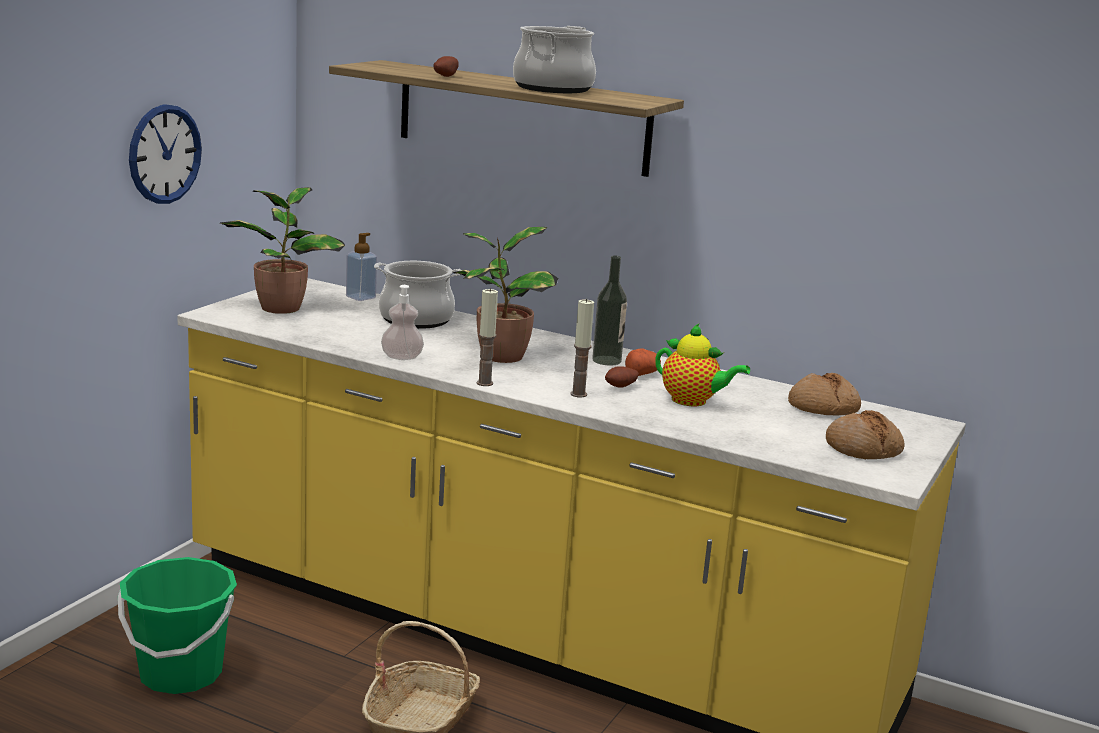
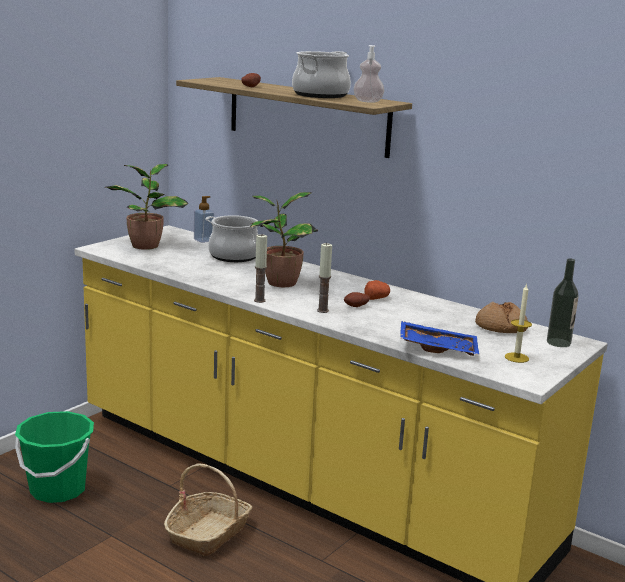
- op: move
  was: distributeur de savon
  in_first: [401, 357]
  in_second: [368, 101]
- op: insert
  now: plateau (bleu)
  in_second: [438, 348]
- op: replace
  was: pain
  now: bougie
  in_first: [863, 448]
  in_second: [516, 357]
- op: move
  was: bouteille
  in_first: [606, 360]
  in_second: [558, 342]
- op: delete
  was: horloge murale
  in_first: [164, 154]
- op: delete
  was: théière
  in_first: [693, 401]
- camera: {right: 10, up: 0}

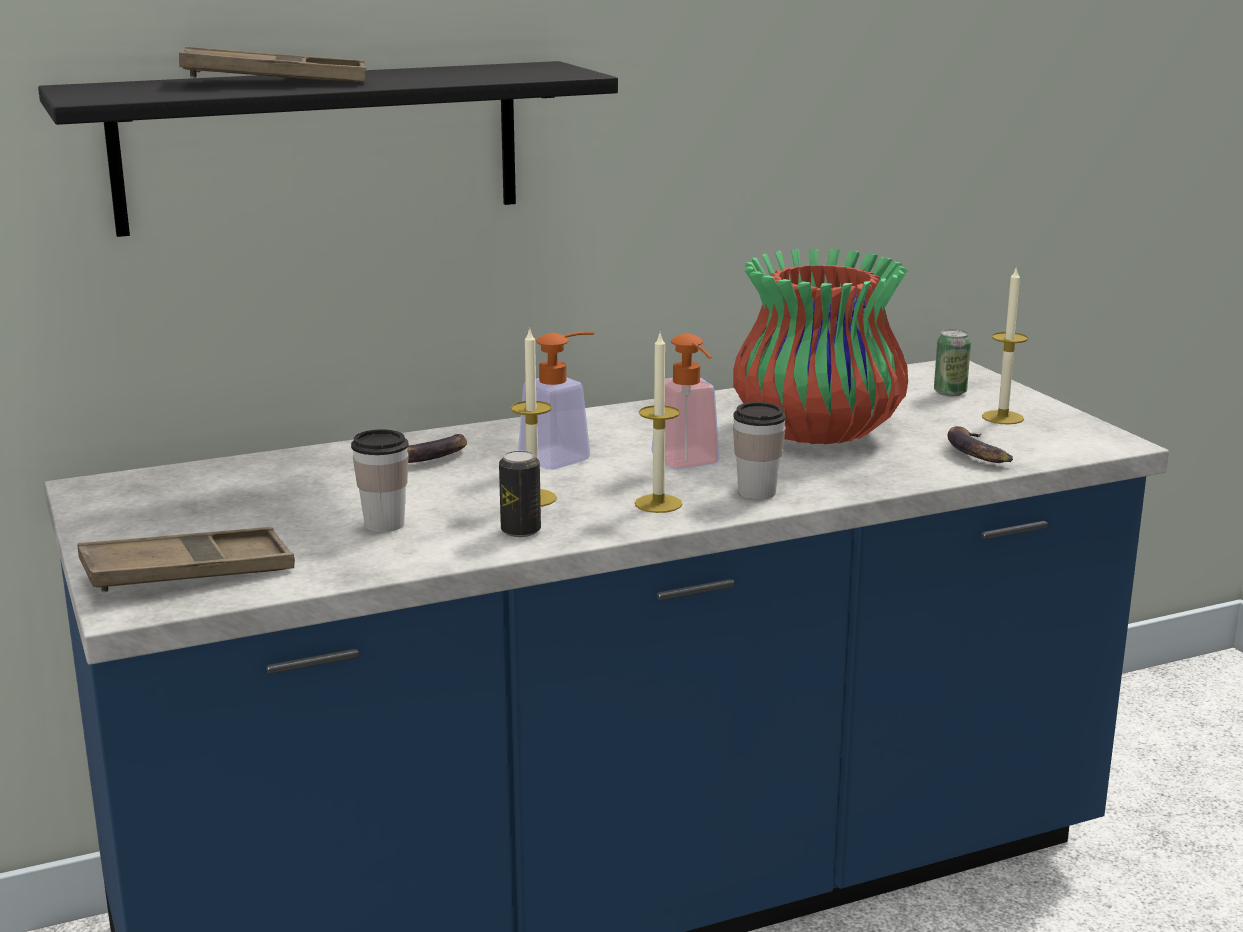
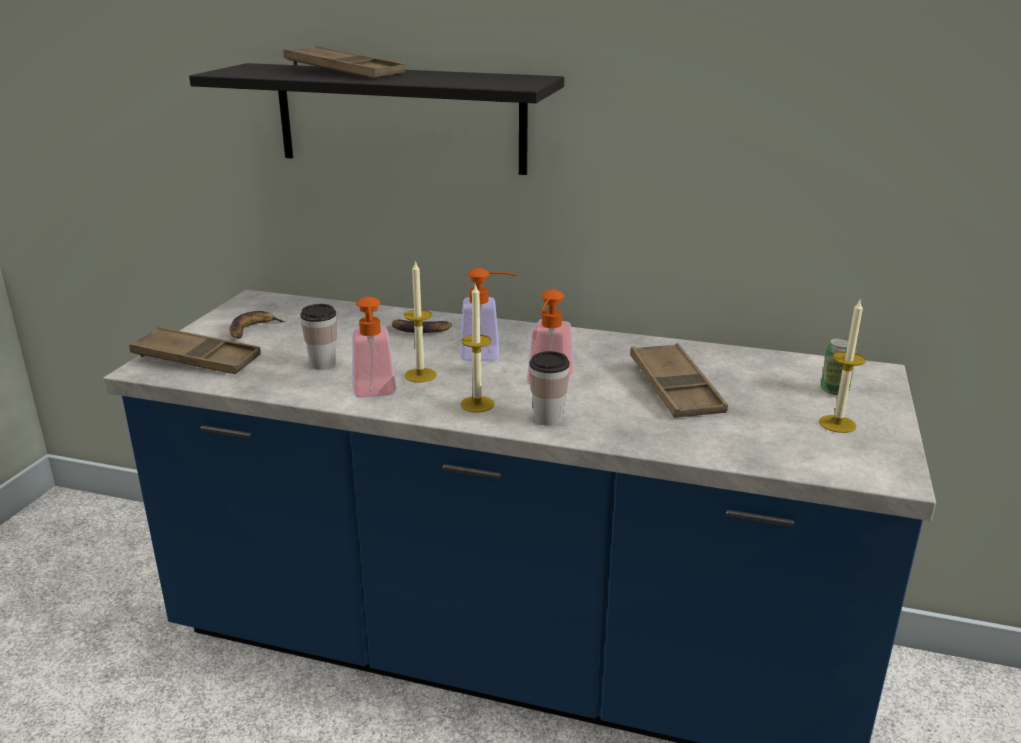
- op: move
  was: banane
  in_first: [977, 452]
  in_second: [253, 329]
- op: replace
  was: boîte métallique
  now: distributeur de savon
  in_first: [521, 530]
  in_second: [374, 393]
- op: replace
  was: vase
  now: plateau (marron)
  in_first: [818, 431]
  in_second: [675, 389]
- camera: {right: 40, up: 5}

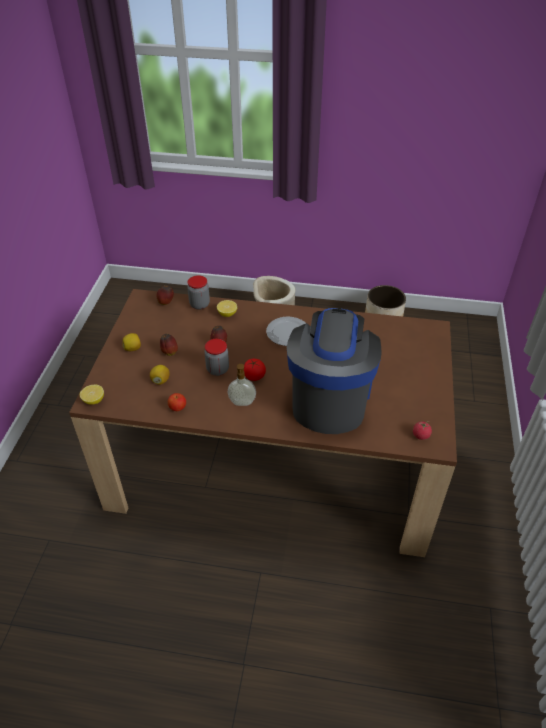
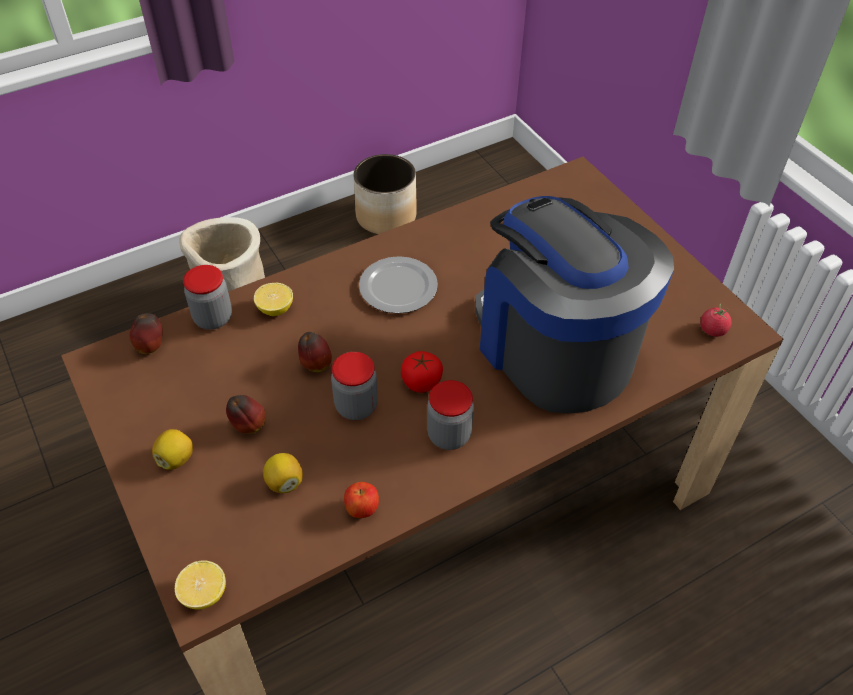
- op: replace
  was: distributeur de savon
  now: bocal
  in_first: [242, 403]
  in_second: [449, 435]
- camera: {right: -40, up: 5}

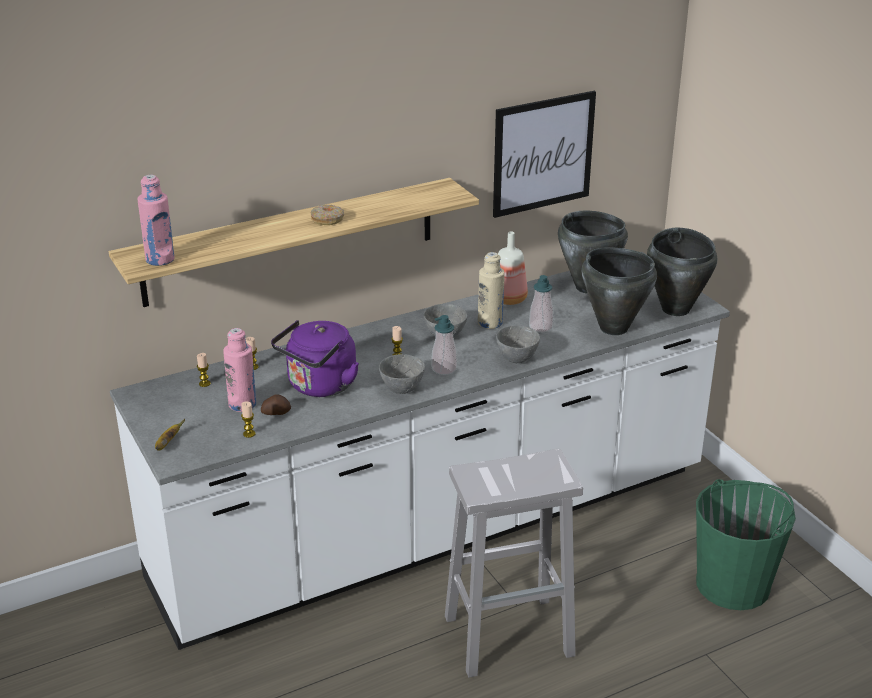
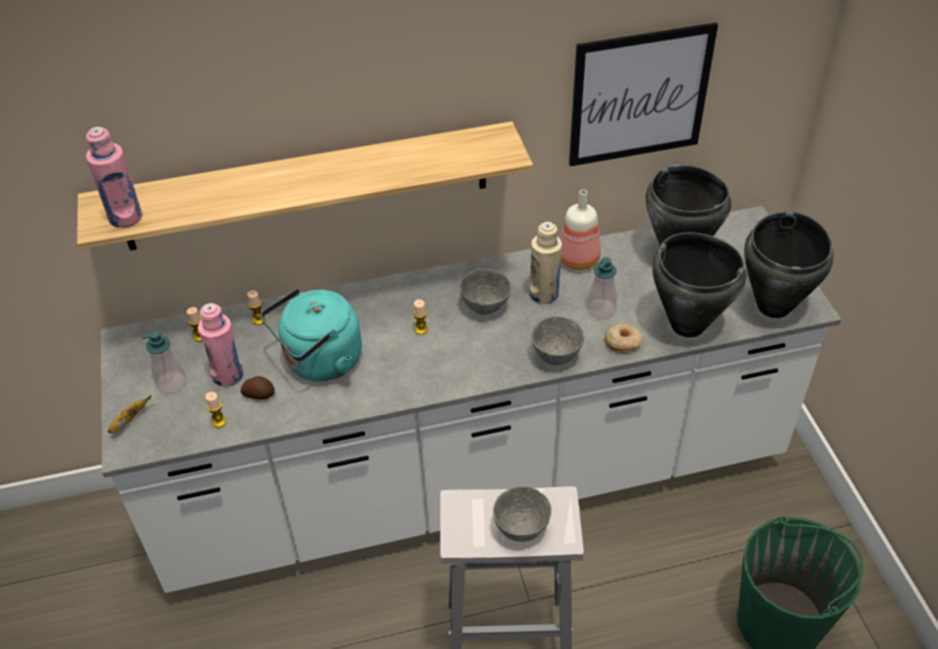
- op: move
  was: distributeur de savon
  in_first: [444, 369]
  in_second: [171, 383]
- op: recolor
  was: bouilloire (violet)
  now: bouilloire (turquoise)
  in_first: [319, 386]
  in_second: [319, 362]
- op: move
  was: bol (gris)
  in_first: [401, 389]
  in_second: [520, 528]
- op: move
  was: beignet
  in_first: [327, 220]
  in_second: [623, 342]
- camera: {right: 15, up: 15}

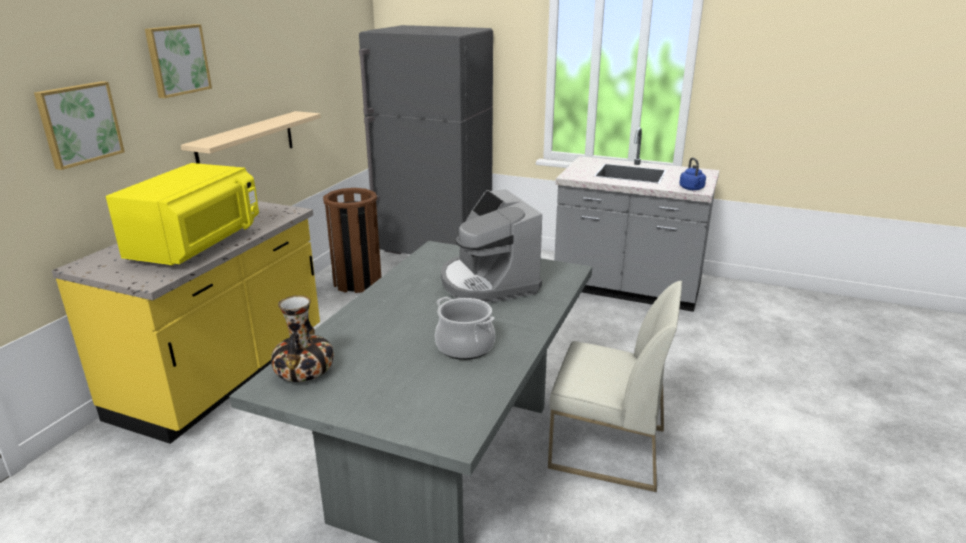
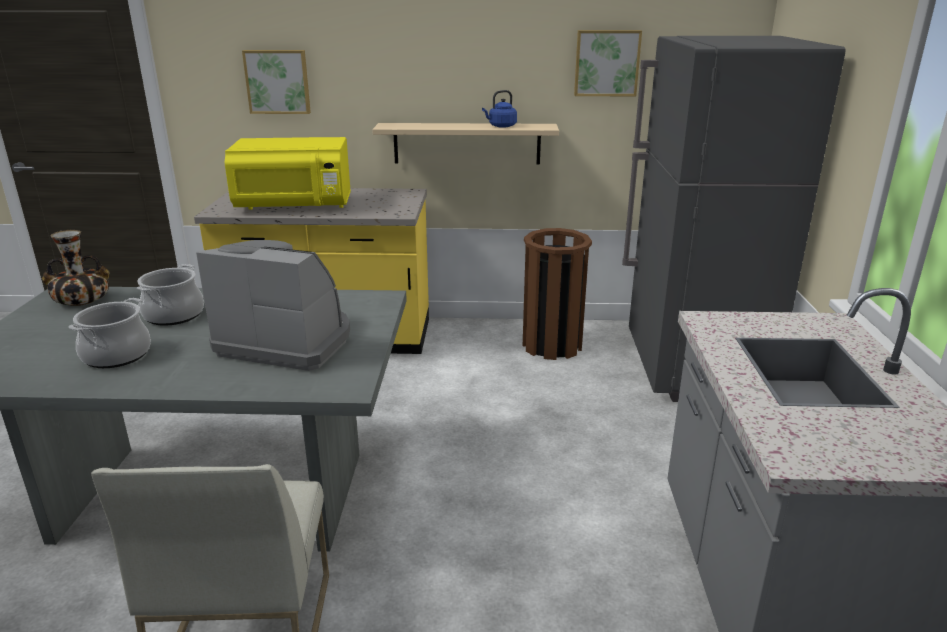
- op: insert
  now: marmite
  in_second: [174, 315]
- op: rotate
  was: machine à café
  in_first: [488, 282]
  in_second: [287, 341]
  clockwise: 60
- op: move
  was: bouilloire (bleu)
  in_first: [692, 189]
  in_second: [501, 126]
- op: move
  was: tableau
  in_first: [177, 60]
  in_second: [606, 63]
- camera: {right: 70, up: 0}

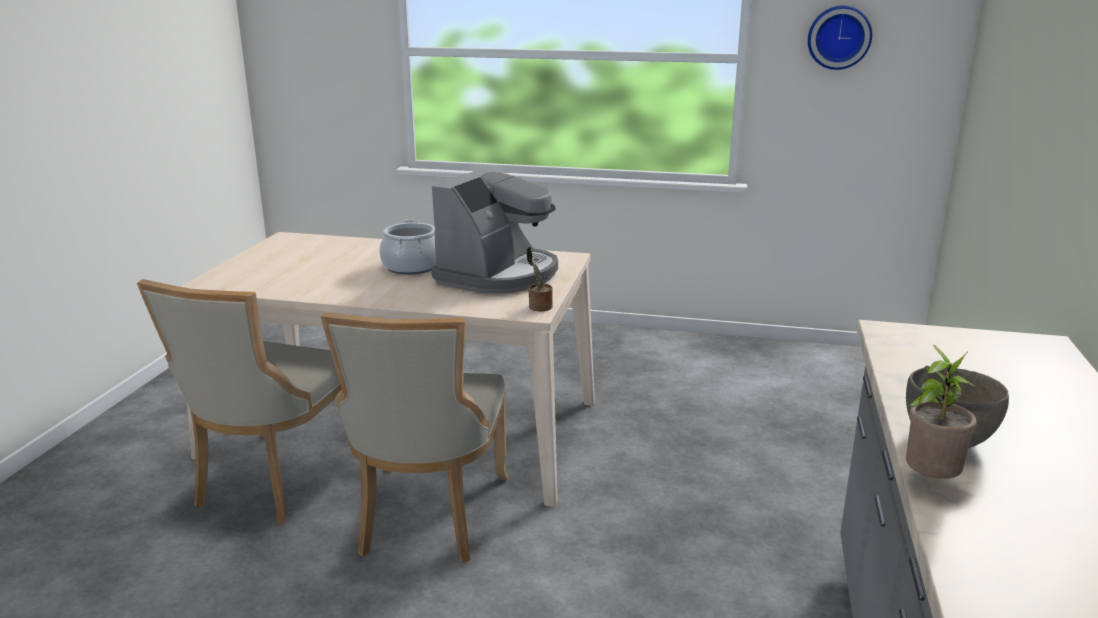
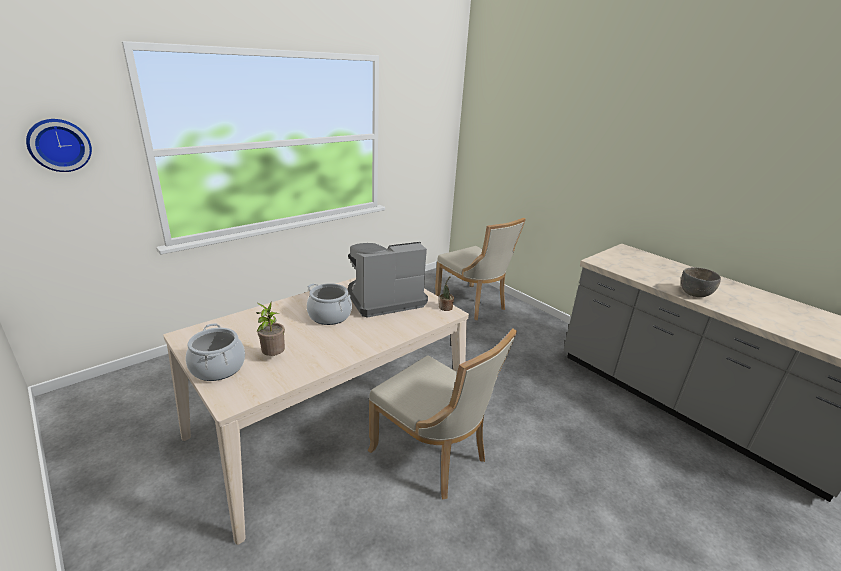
- op: move
  was: horloge murale
  in_first: [839, 37]
  in_second: [59, 145]
- op: insert
  now: marmite
  in_second: [218, 367]
- op: move
  was: plante en pot
  in_first: [928, 482]
  in_second: [273, 356]
- op: rotate
  was: machine à café
  in_first: [499, 275]
  in_second: [384, 299]
  clockwise: -90
- op: move
  was: chaise (beige)
  in_first: [274, 480]
  in_second: [473, 304]
- camera: {right: -55, up: 5}

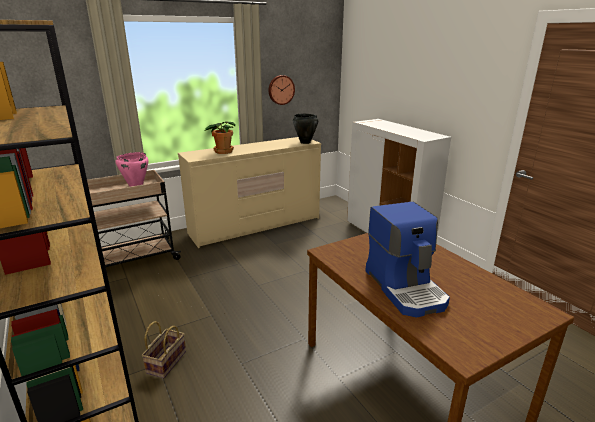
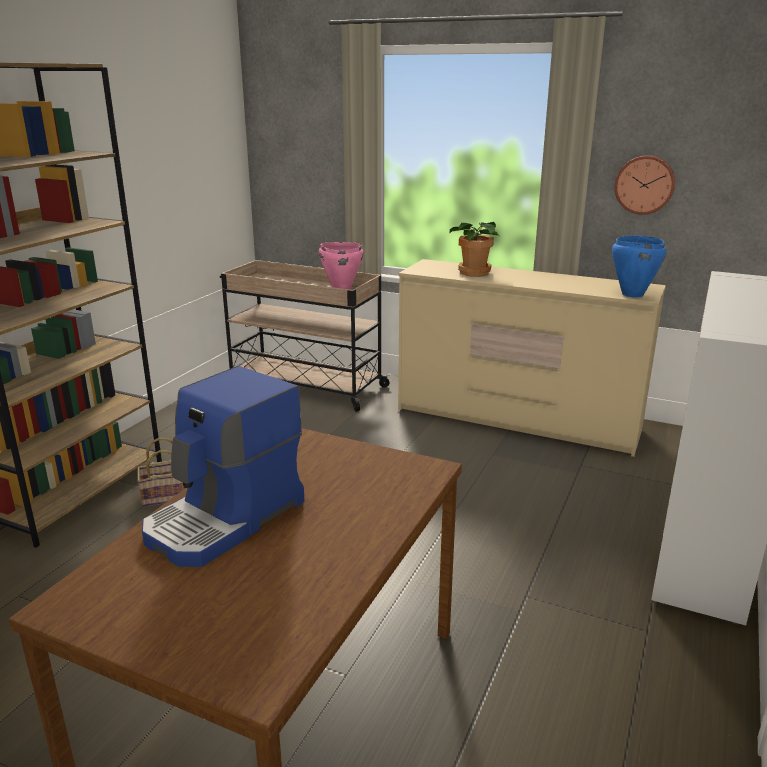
- op: recolor
  was: marmite (noir)
  now: marmite (bleu)
  in_first: [305, 142]
  in_second: [632, 294]
- camera: {right: 55, up: 0}

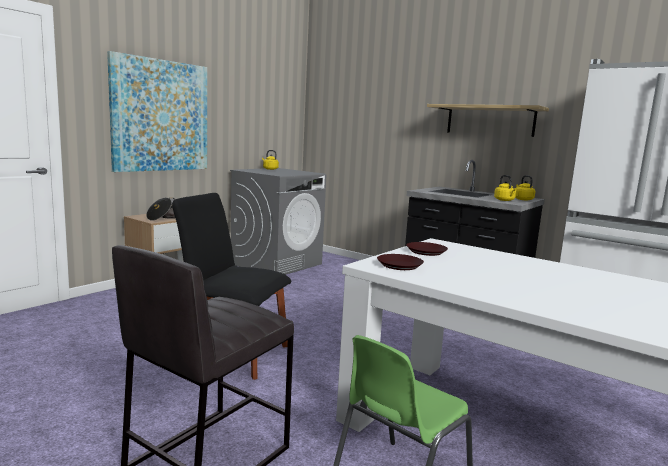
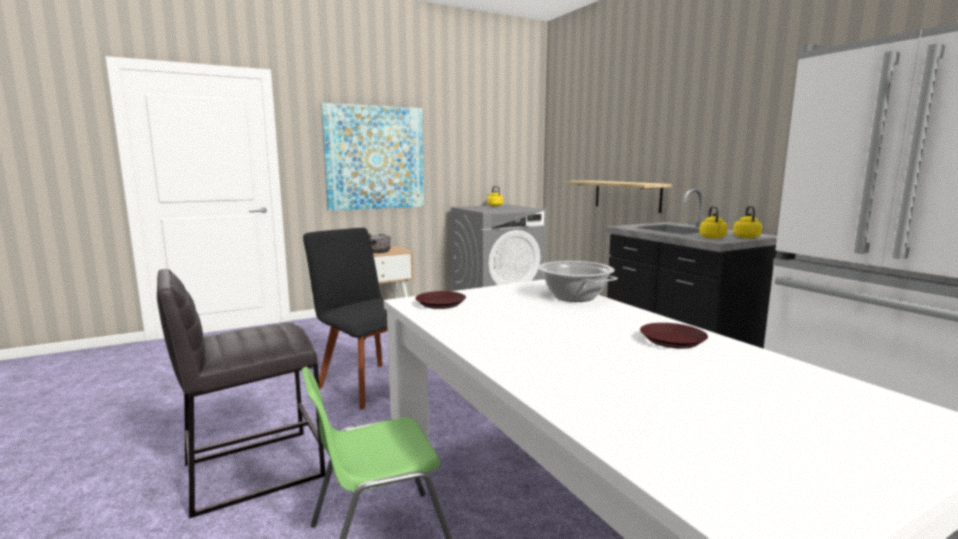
- op: insert
  now: marmite
  in_second: [574, 296]
- op: move
  was: étagère
  in_first: [490, 120]
  in_second: [627, 195]
- op: move
  was: assiette (marron)
  in_first: [425, 252]
  in_second: [672, 340]
- camera: {right: 25, up: 0}

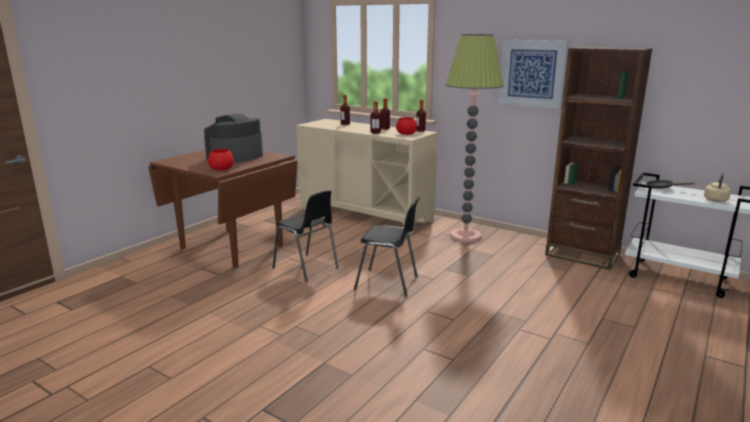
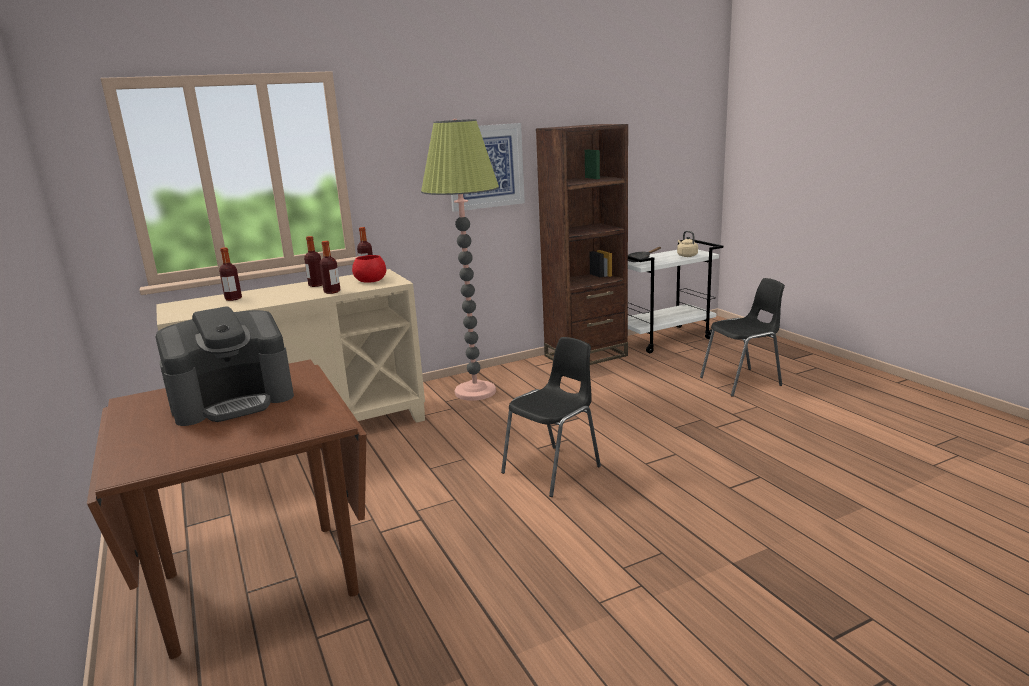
- op: rotate
  was: machine à café
  in_first: [235, 157]
  in_second: [233, 401]
  clockwise: -105
- op: move
  was: chaise (noir)
  in_first: [307, 268]
  in_second: [742, 381]
- op: delete
  was: bol (rouge)
  in_first: [221, 169]
- camera: {right: -60, up: 0}

